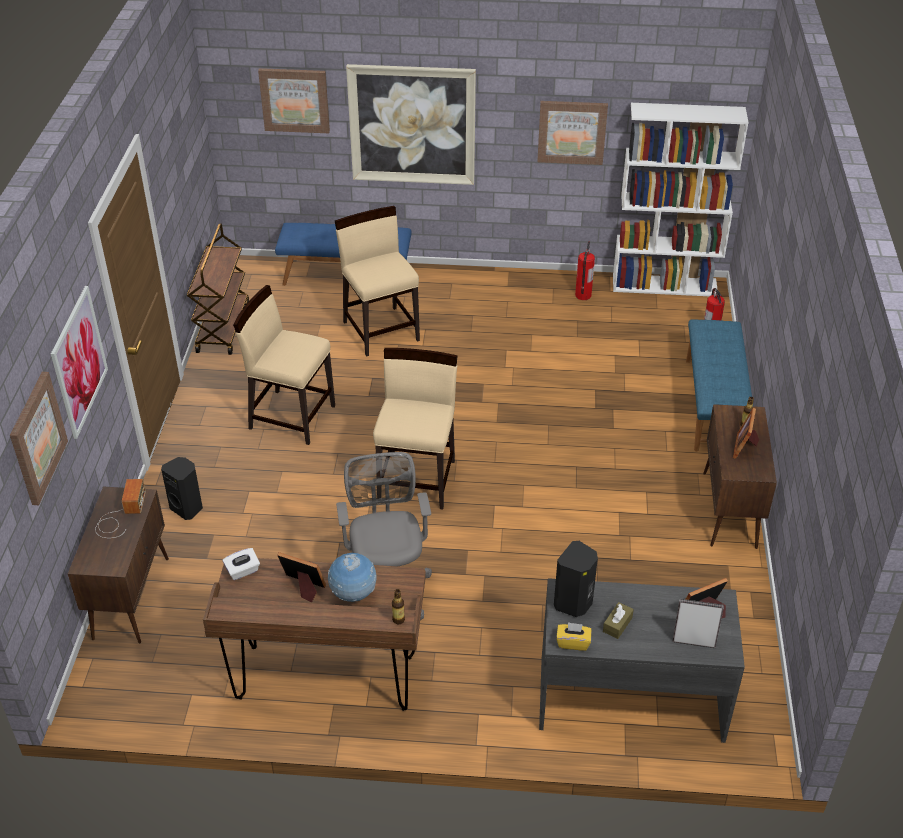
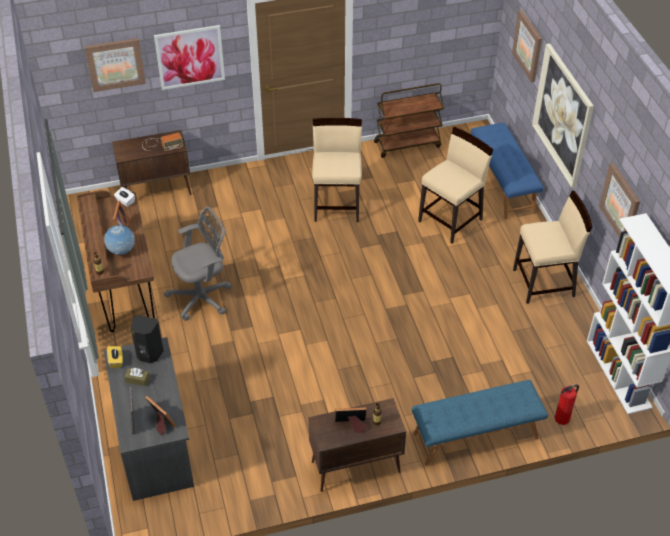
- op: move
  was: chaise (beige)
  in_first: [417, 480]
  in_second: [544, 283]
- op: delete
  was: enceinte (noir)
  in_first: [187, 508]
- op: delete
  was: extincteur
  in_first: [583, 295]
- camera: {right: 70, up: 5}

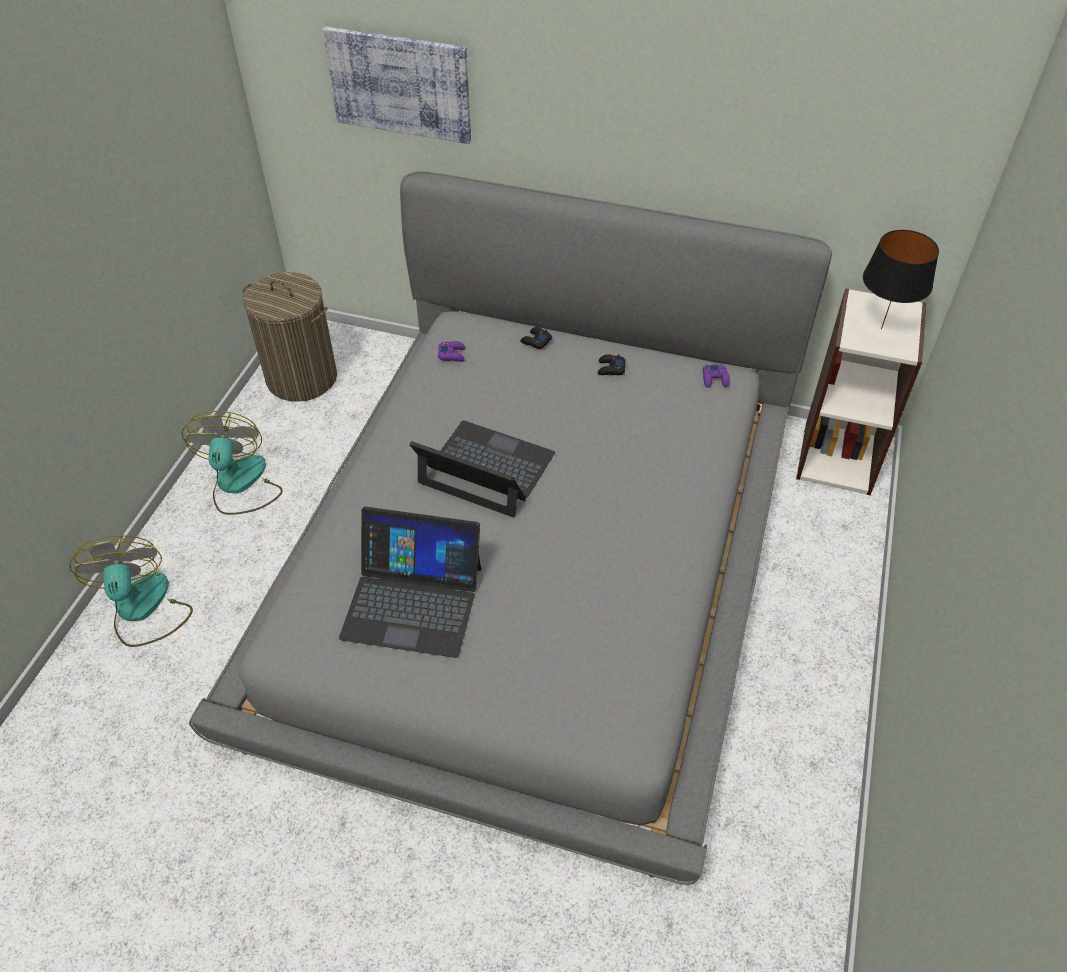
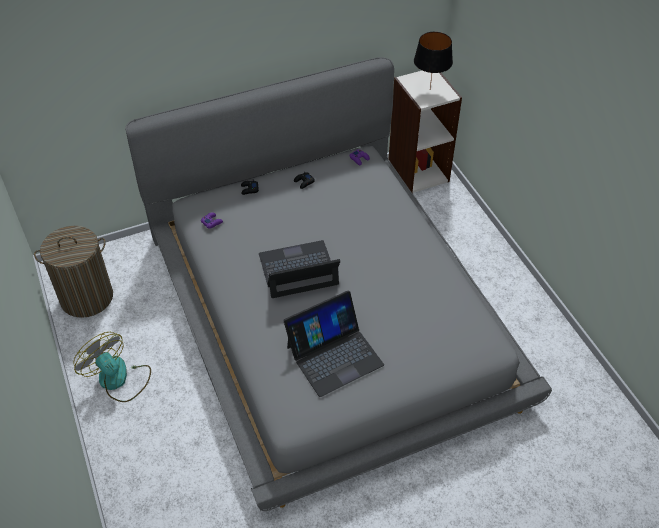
- op: delete
  was: ventilateur
  in_first: [143, 610]
- op: delete
  was: tableau
  in_first: [400, 84]
- camera: {right: -40, up: 0}

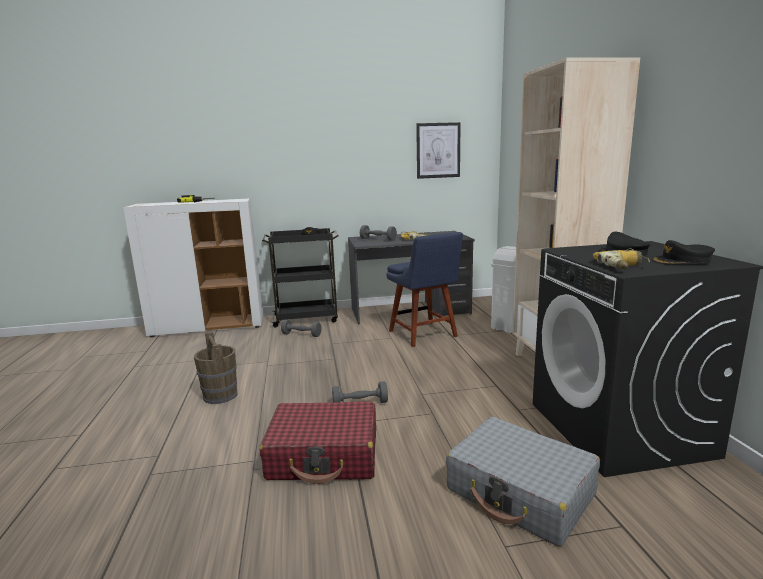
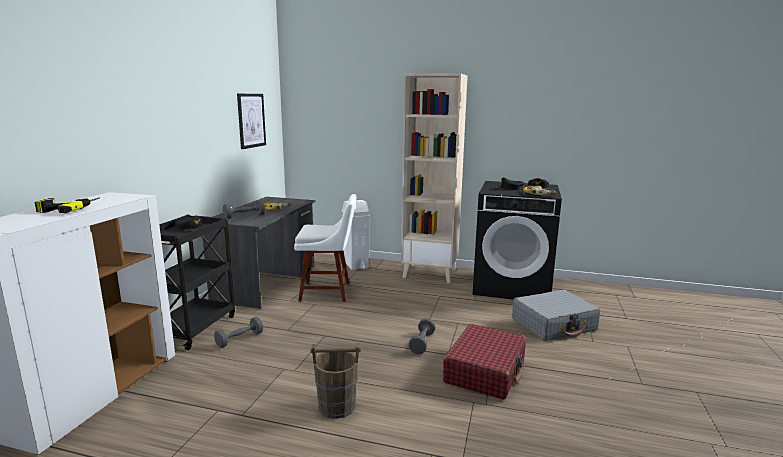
- op: recolor
  was: chaise (bleu)
  now: chaise (blanc)
  in_first: [424, 335]
  in_second: [328, 292]
- camera: {right: -65, up: 0}

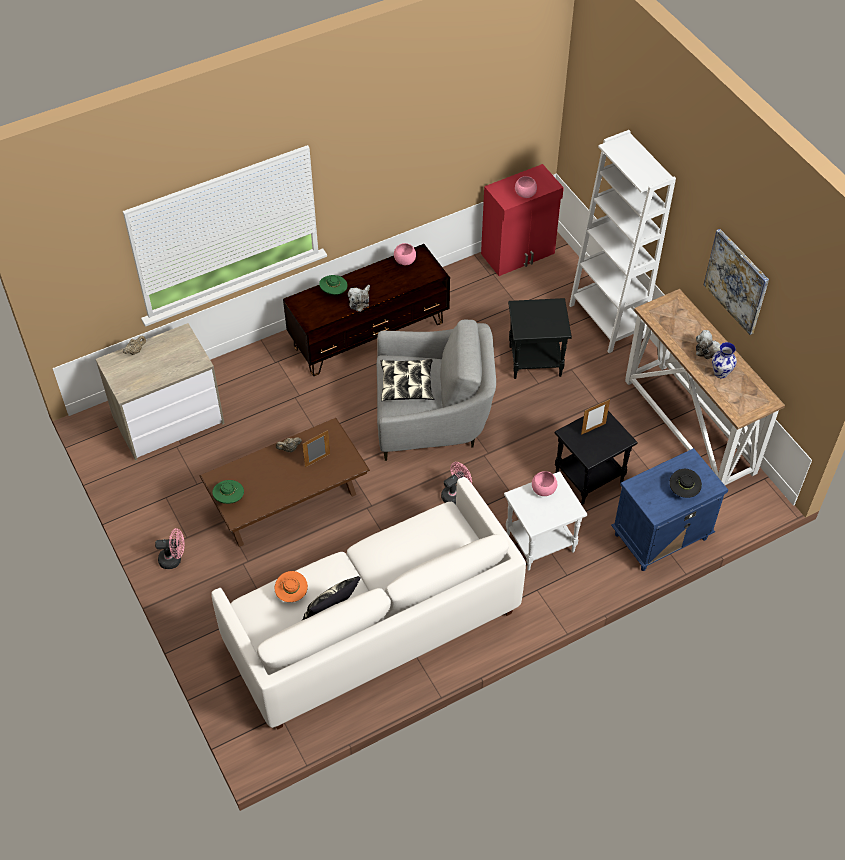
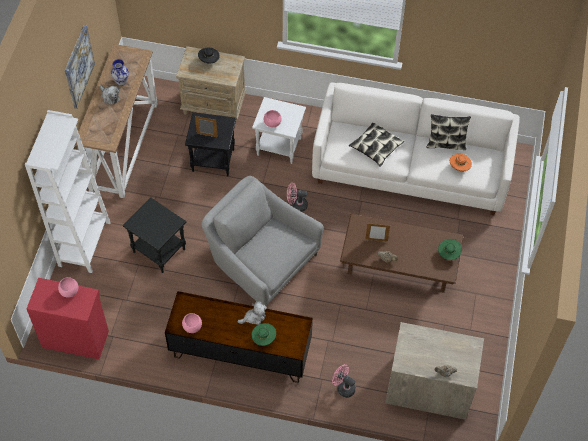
- op: recolor
  was: table de chevet (bleu)
  now: table de chevet (beige)
  in_first: [660, 537]
  in_second: [214, 105]
- op: move
  was: ventilateur (rose)
  in_first: [174, 559]
  in_second: [343, 387]
- op: move
  was: coussin
  in_first: [407, 385]
  in_second: [376, 147]
- camera: {right: -140, up: 5}

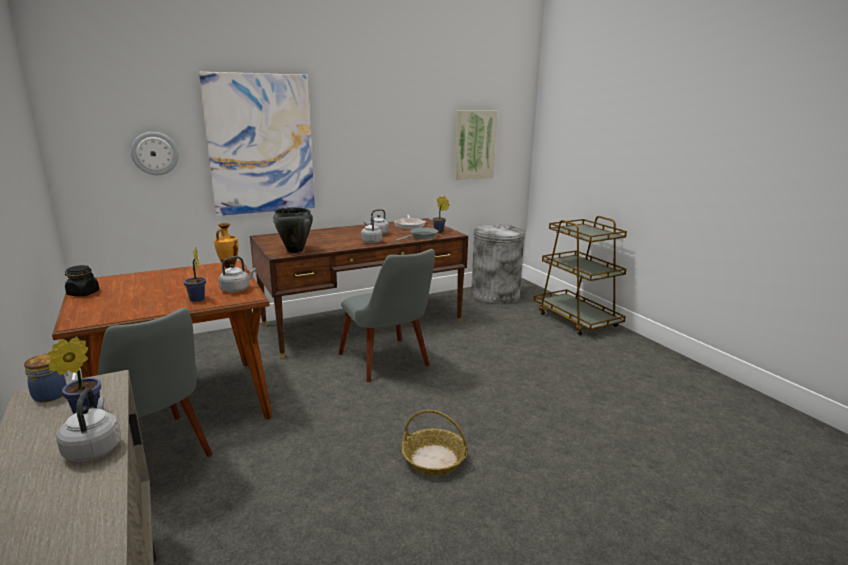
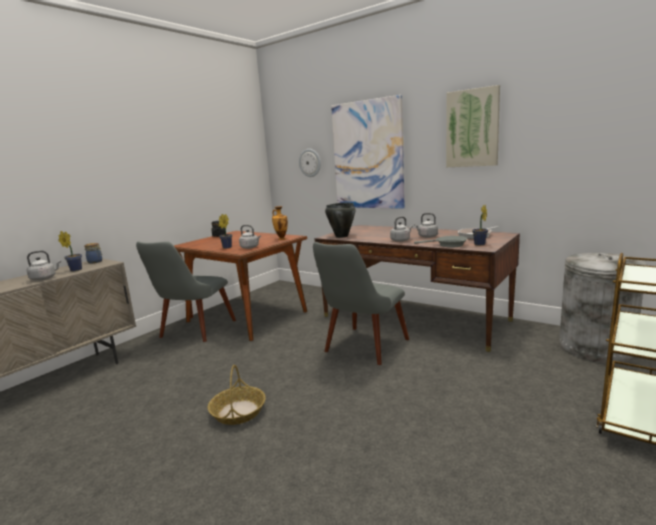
- op: move
  was: tableau
  in_first: [474, 145]
  in_second: [472, 128]
- camera: {right: 65, up: -5}

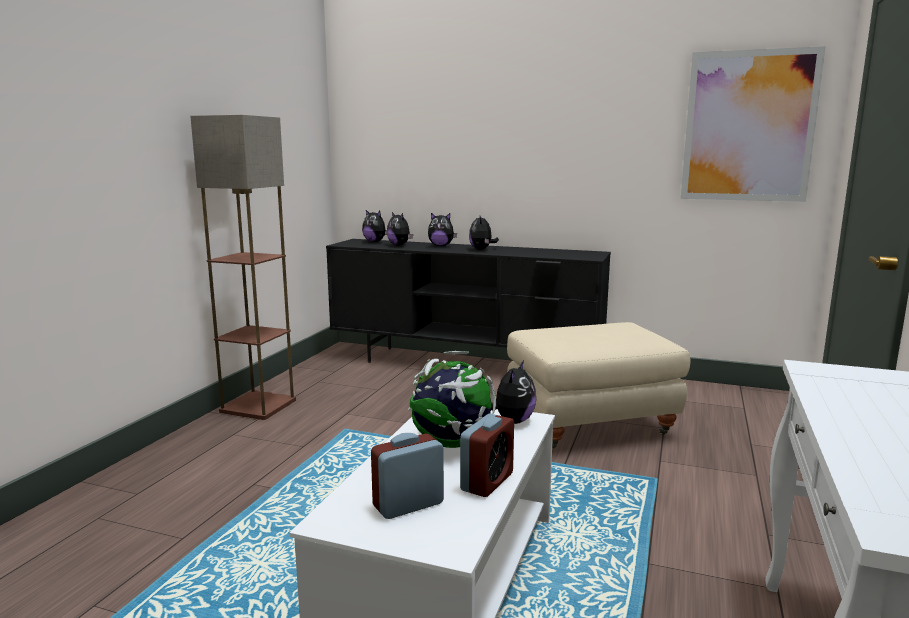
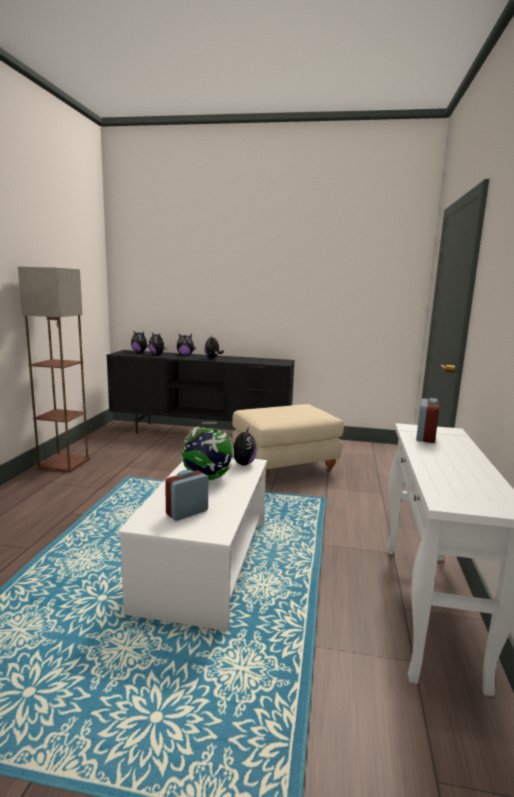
- op: move
  was: réveil
  in_first: [487, 482]
  in_second: [425, 437]
- op: delete
  was: tableau
  in_first: [748, 126]
- camera: {right: -10, up: 0}

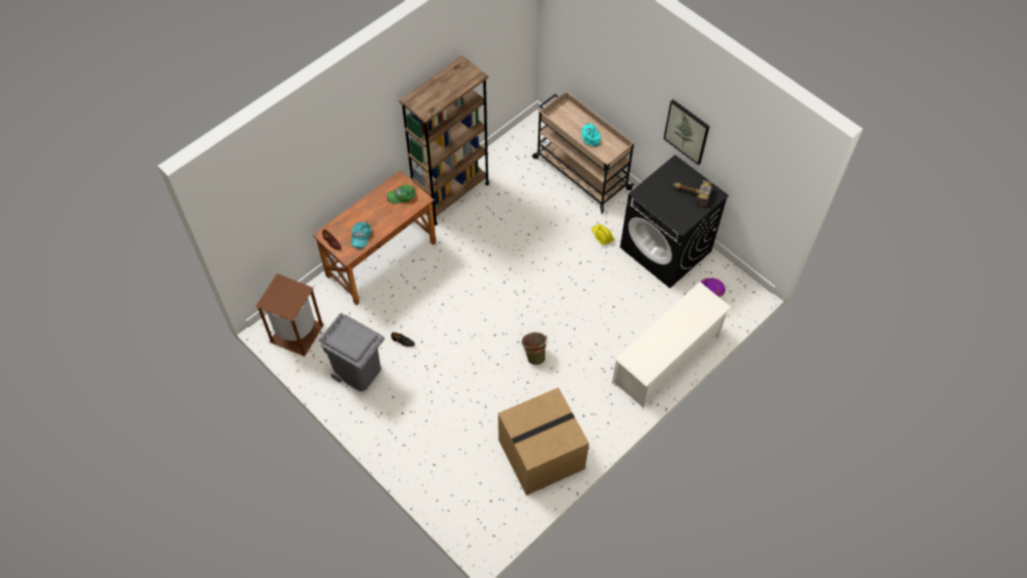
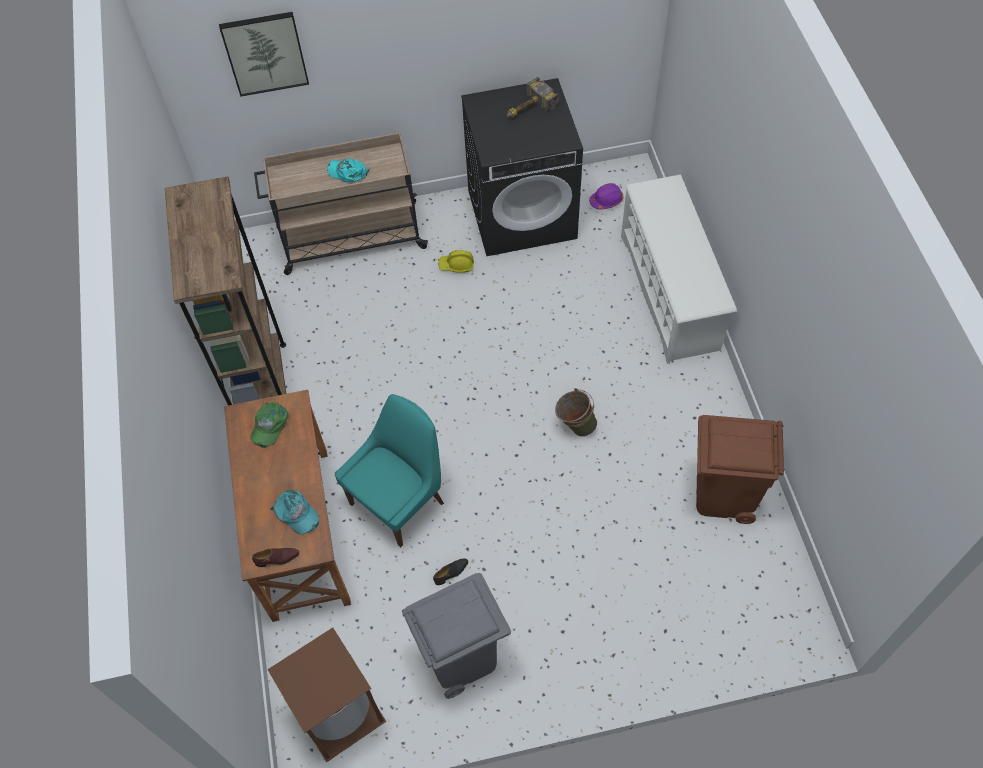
- op: move
  was: tableau
  in_first: [687, 131]
  in_second: [265, 53]
- op: insert
  now: chaise (turquoise)
  in_second: [400, 501]
- op: replace
  was: carton
  now: poubelle (marron)
  in_first: [541, 455]
  in_second: [723, 494]
- camera: {right: -55, up: 0}

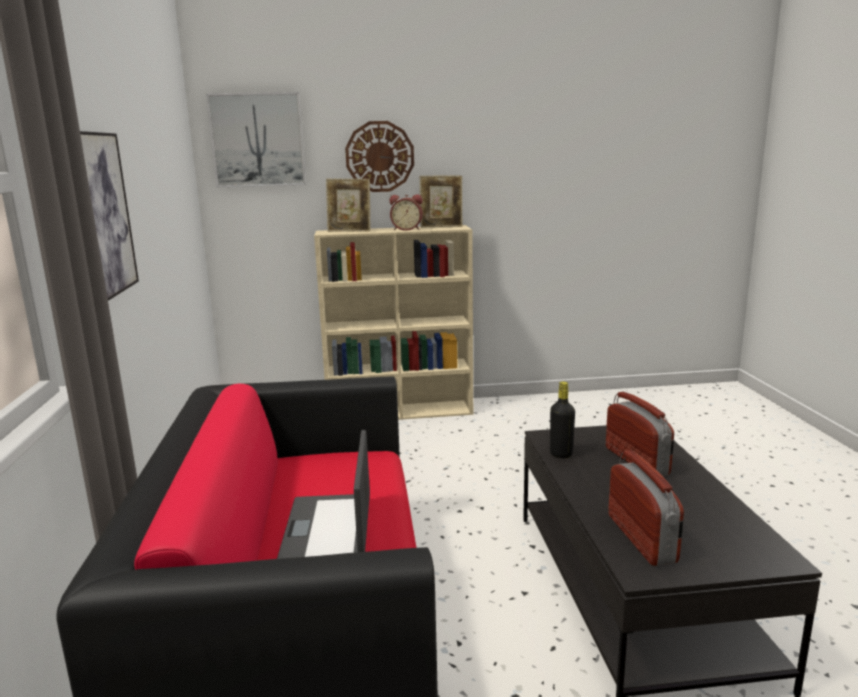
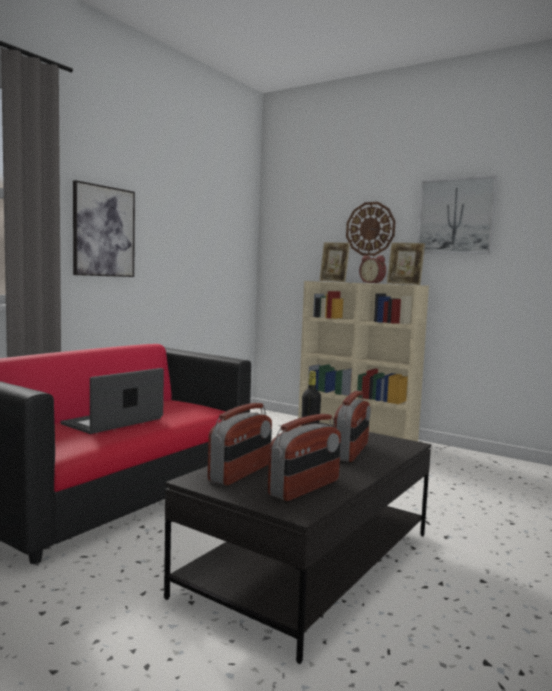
- op: insert
  now: radio
  in_second: [305, 488]
- op: move
  was: tableau
  in_first: [257, 140]
  in_second: [456, 216]
- camera: {right: 40, up: -10}

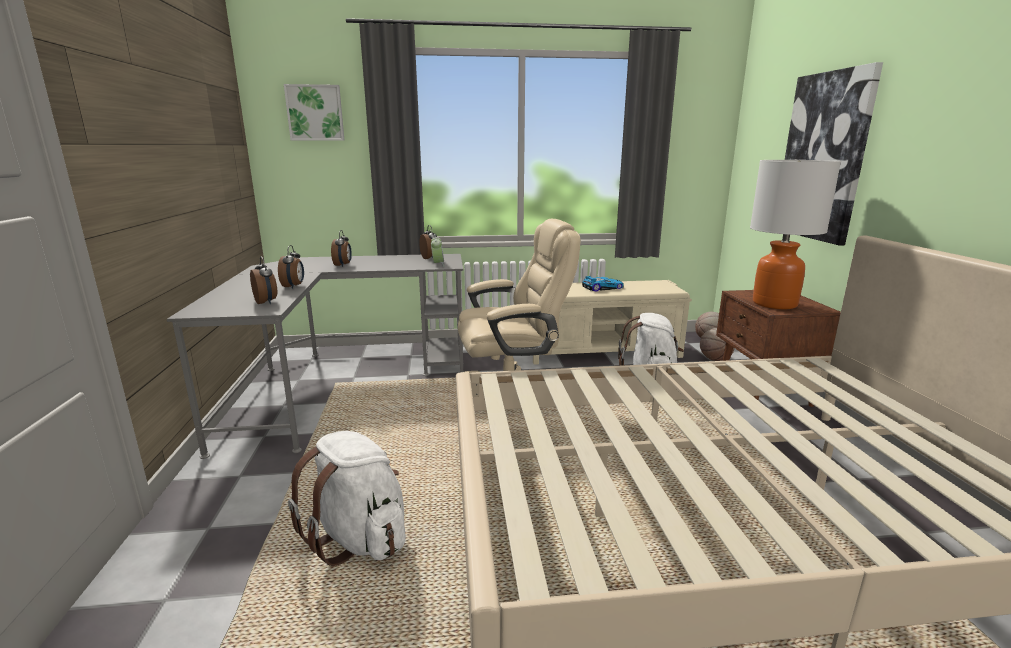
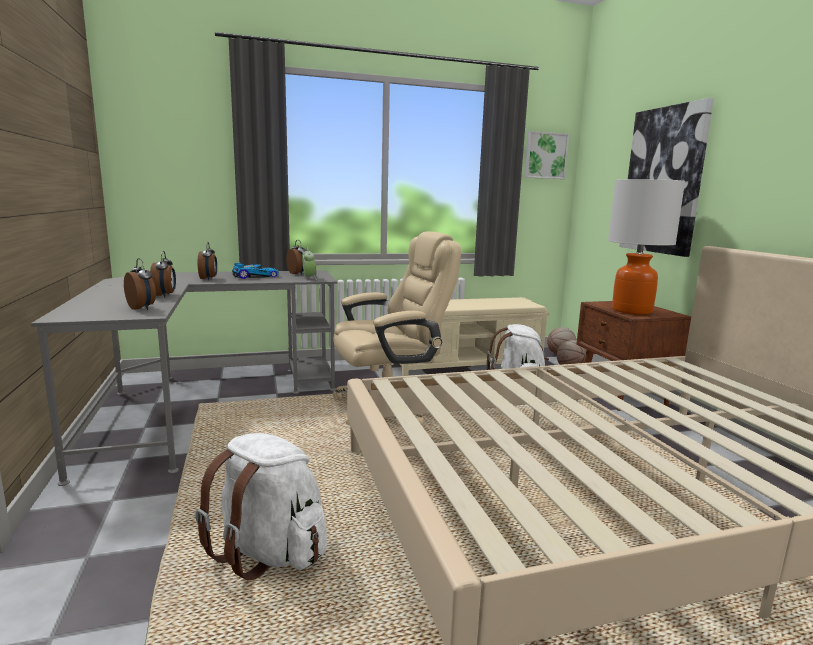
- op: move
  was: petite voiture
  in_first: [602, 287]
  in_second: [255, 276]
- op: move
  was: tableau
  in_first: [315, 113]
  in_second: [545, 156]
- camera: {right: -10, up: -5}

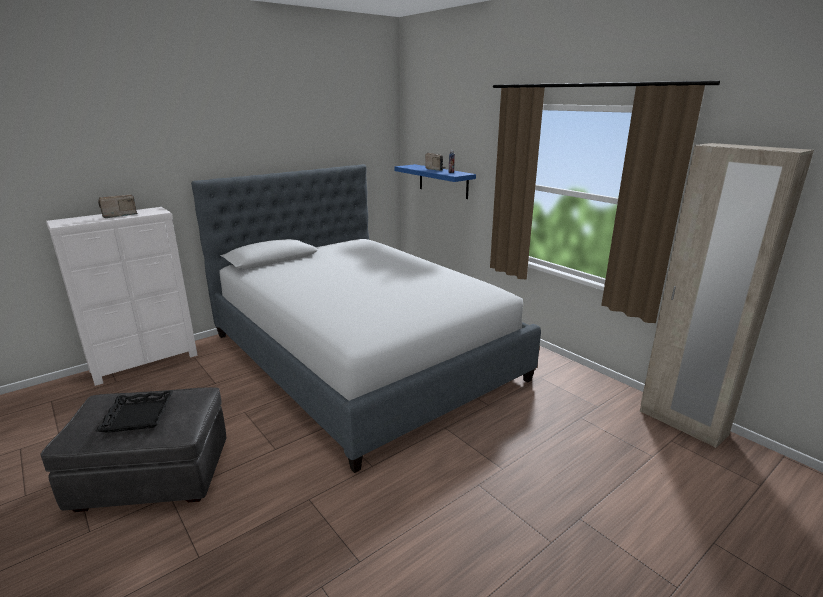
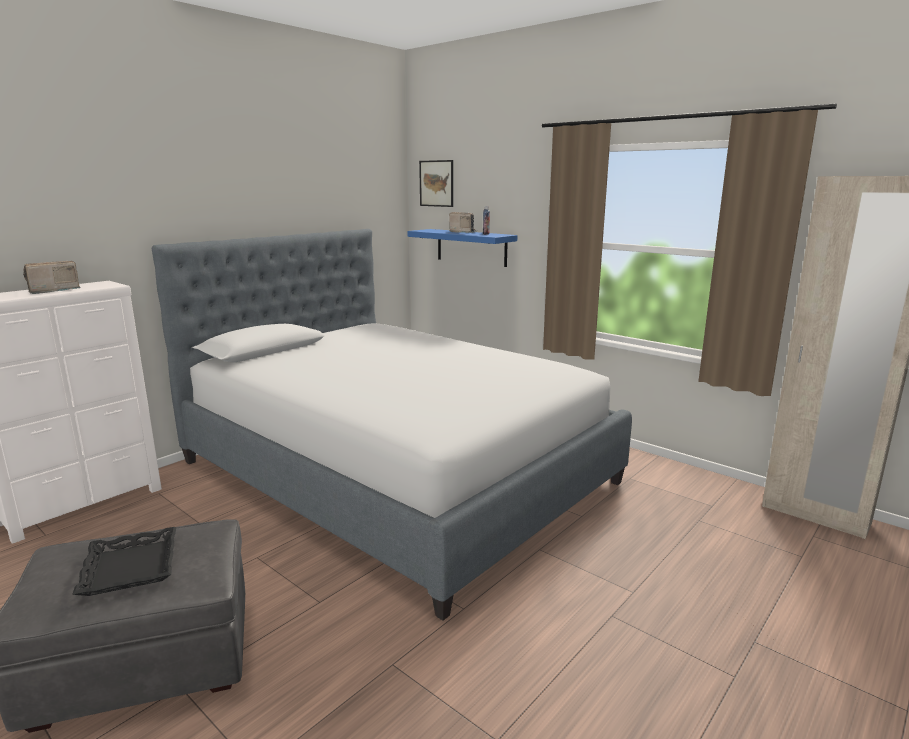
- op: insert
  now: tableau
  in_second: [436, 183]
- camera: {right: -10, up: -5}

